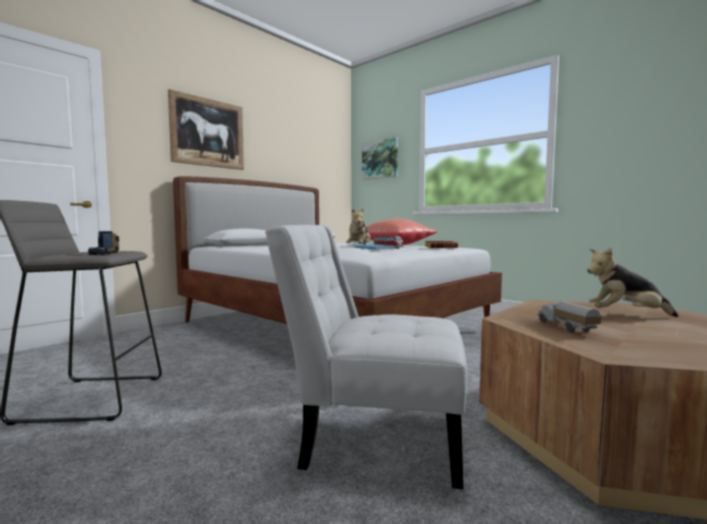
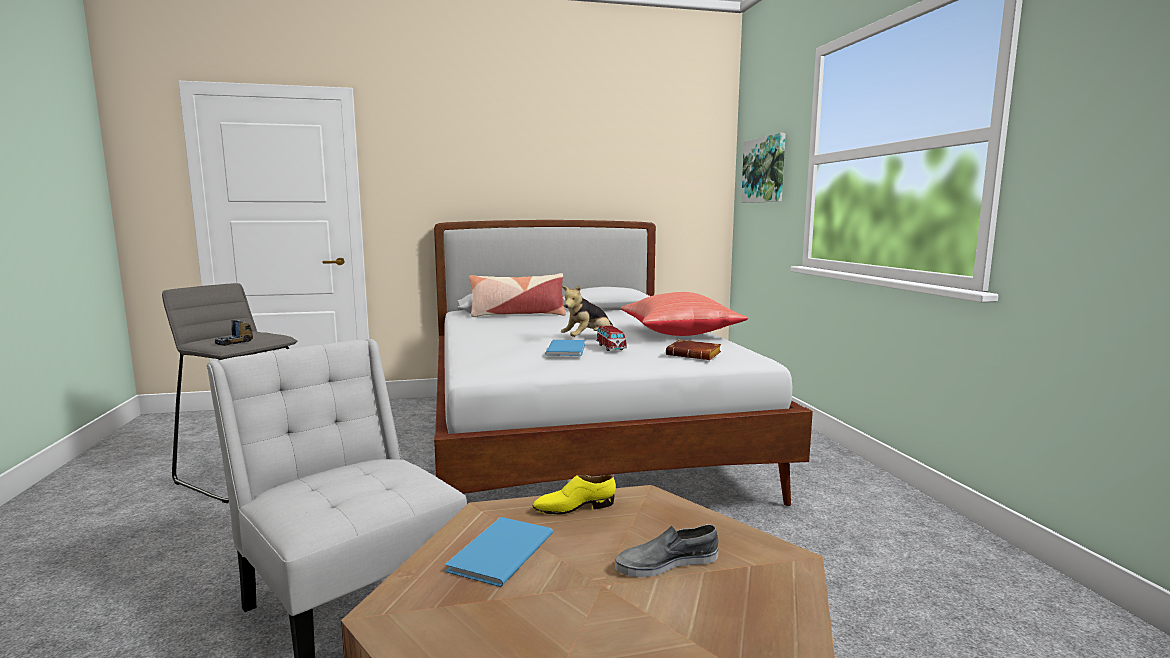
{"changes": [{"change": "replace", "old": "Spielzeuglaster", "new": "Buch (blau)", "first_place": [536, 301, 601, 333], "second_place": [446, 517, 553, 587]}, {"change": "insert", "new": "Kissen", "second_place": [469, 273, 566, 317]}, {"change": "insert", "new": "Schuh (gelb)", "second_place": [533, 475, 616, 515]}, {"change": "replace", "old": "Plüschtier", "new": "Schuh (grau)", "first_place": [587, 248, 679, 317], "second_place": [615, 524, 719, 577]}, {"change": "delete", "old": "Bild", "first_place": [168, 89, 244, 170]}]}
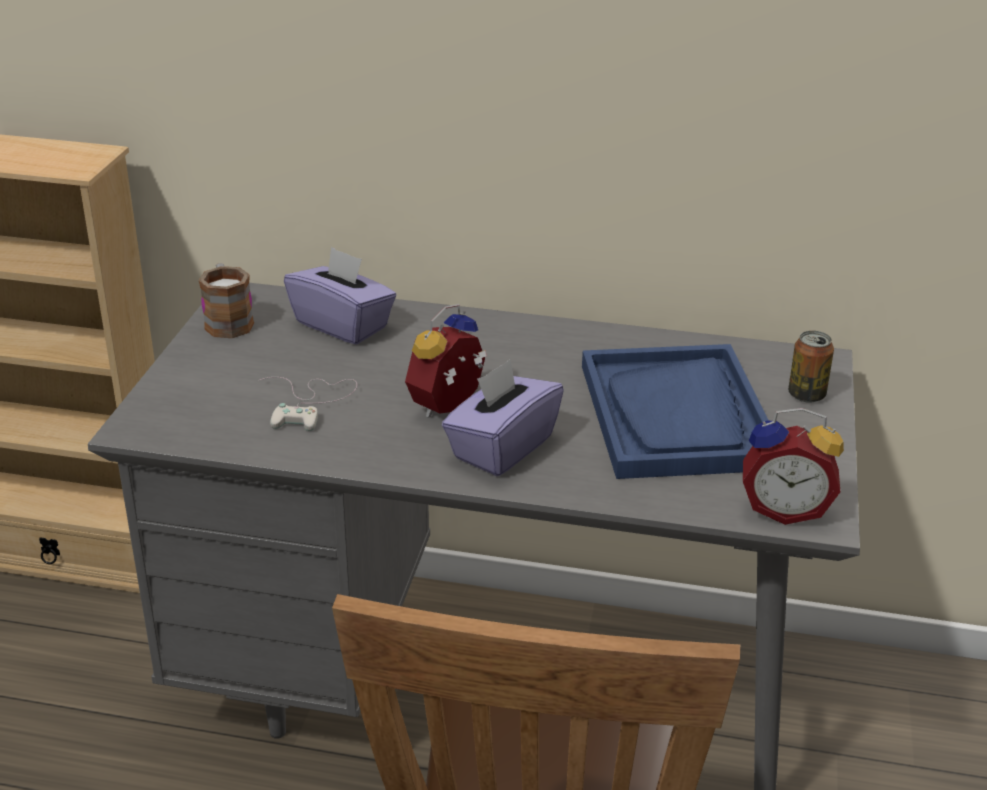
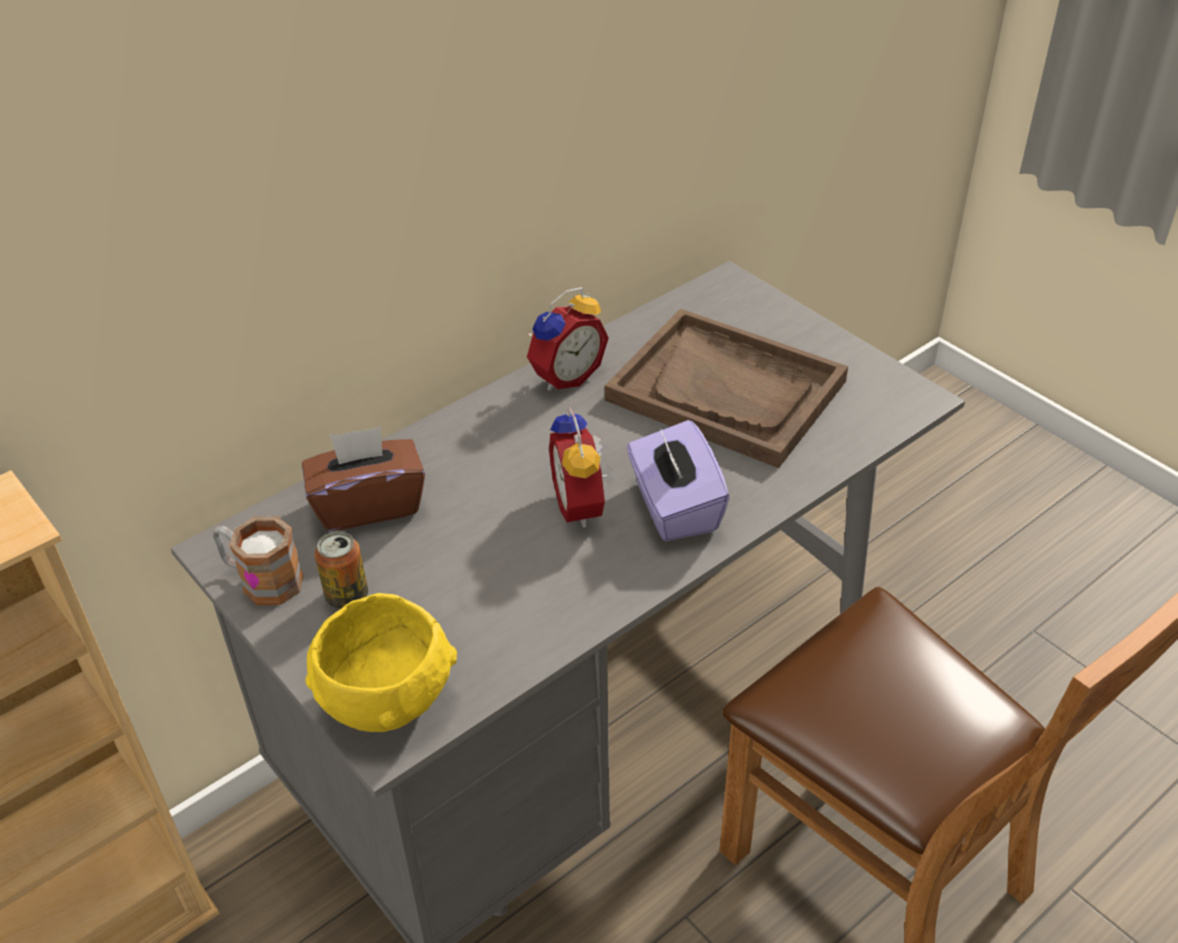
{"changes": [{"change": "recolor", "old": "Taschentuchbox (lila)", "new": "Taschentuchbox (braun)", "first_place": [284, 247, 396, 345], "second_place": [302, 427, 425, 531]}, {"change": "insert", "new": "Schüssel (gelb)", "second_place": [305, 593, 457, 732]}, {"change": "move", "old": "Dose", "first_place": [788, 331, 834, 403], "second_place": [315, 531, 368, 609]}, {"change": "move", "old": "Wecker", "first_place": [743, 408, 844, 525], "second_place": [527, 287, 609, 391]}, {"change": "recolor", "old": "Tablett (blau)", "new": "Tablett (braun)", "first_place": [582, 344, 769, 479], "second_place": [605, 309, 848, 468]}, {"change": "delete", "old": "Gamepad (weiß)", "first_place": [260, 377, 357, 431]}]}
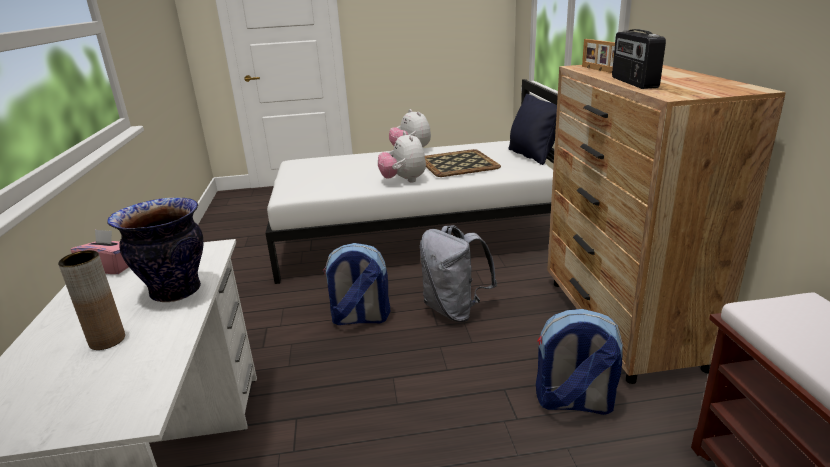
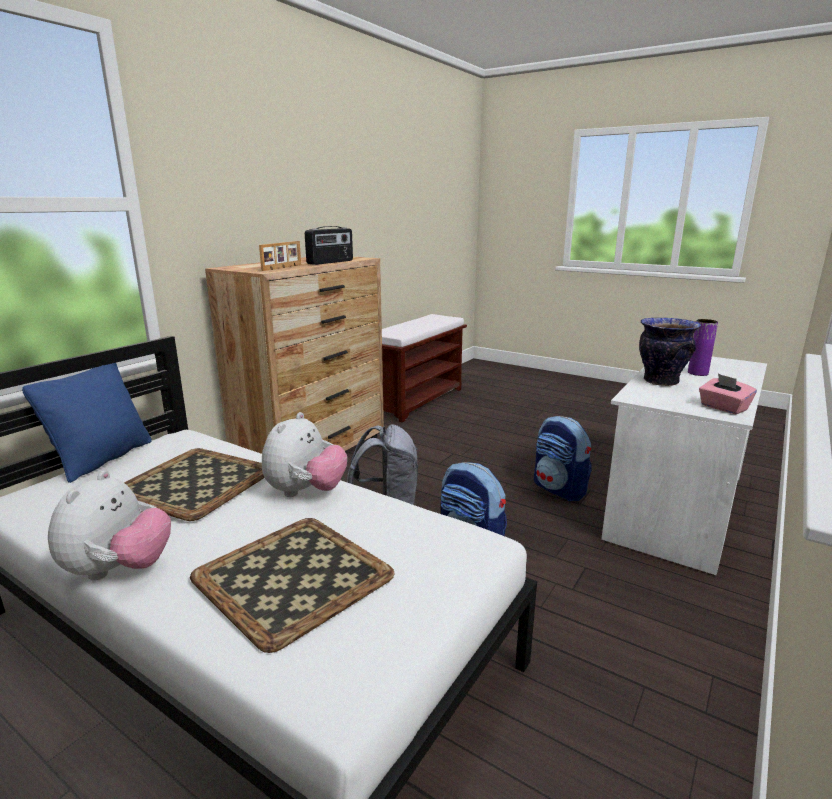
{"changes": [{"change": "recolor", "old": "Kissen (schwarz)", "new": "Kissen (blau)", "first_place": [508, 94, 557, 165], "second_place": [22, 363, 152, 483]}, {"change": "insert", "new": "Tablett", "second_place": [190, 518, 395, 653]}, {"change": "move", "old": "Rucksack", "first_place": [536, 309, 623, 415], "second_place": [534, 416, 592, 501]}, {"change": "recolor", "old": "Vase (braun)", "new": "Vase (lila)", "first_place": [58, 250, 125, 350], "second_place": [688, 319, 718, 376]}]}
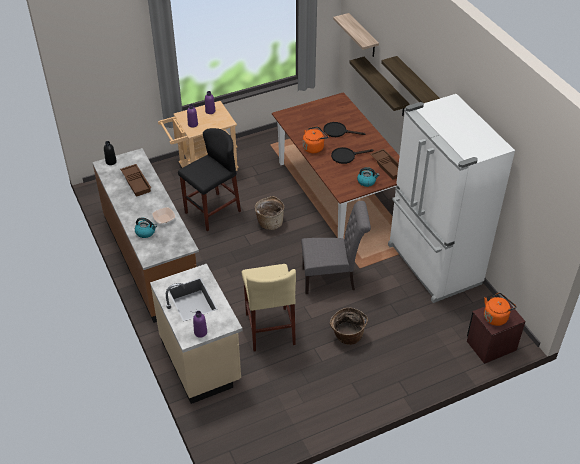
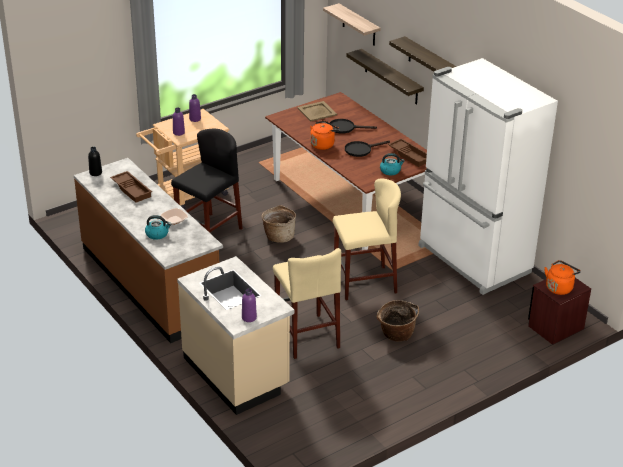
{"changes": [{"change": "insert", "new": "Tablett (beige)", "second_place": [297, 101, 337, 121]}, {"change": "replace", "old": "Stuhl (grau)", "new": "Hocker (beige)", "first_place": [301, 201, 371, 294], "second_place": [333, 178, 401, 300]}]}
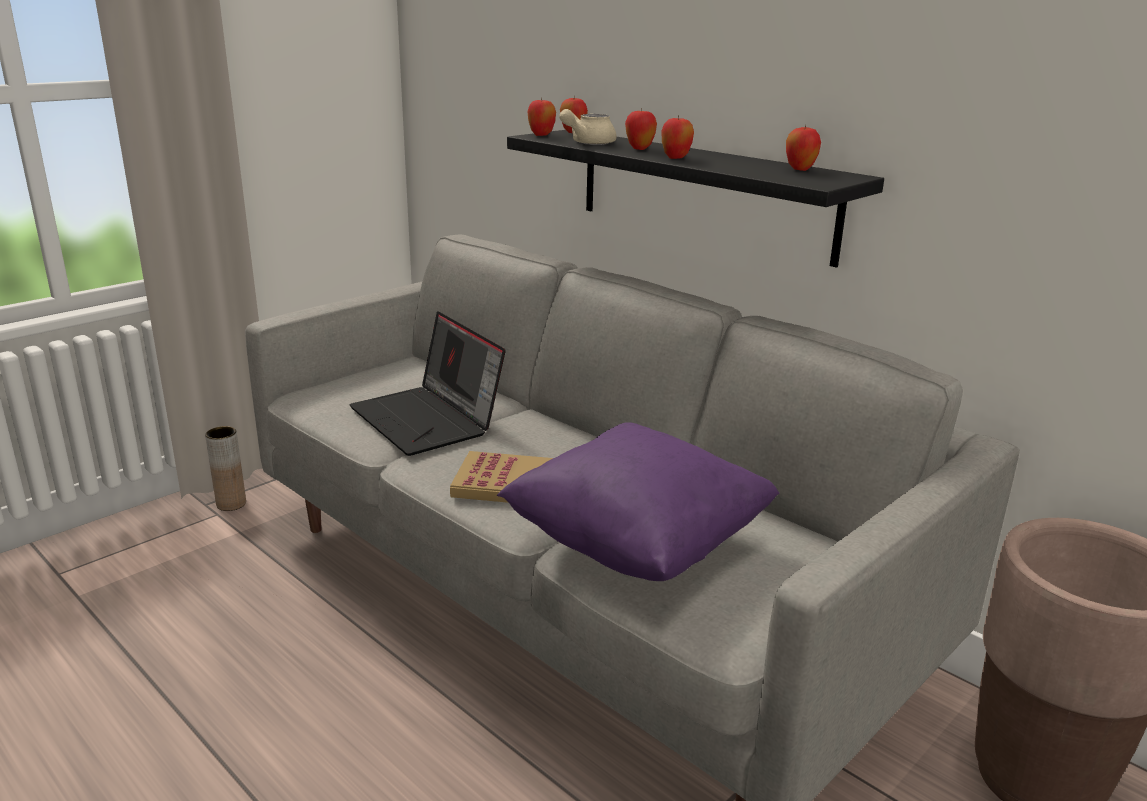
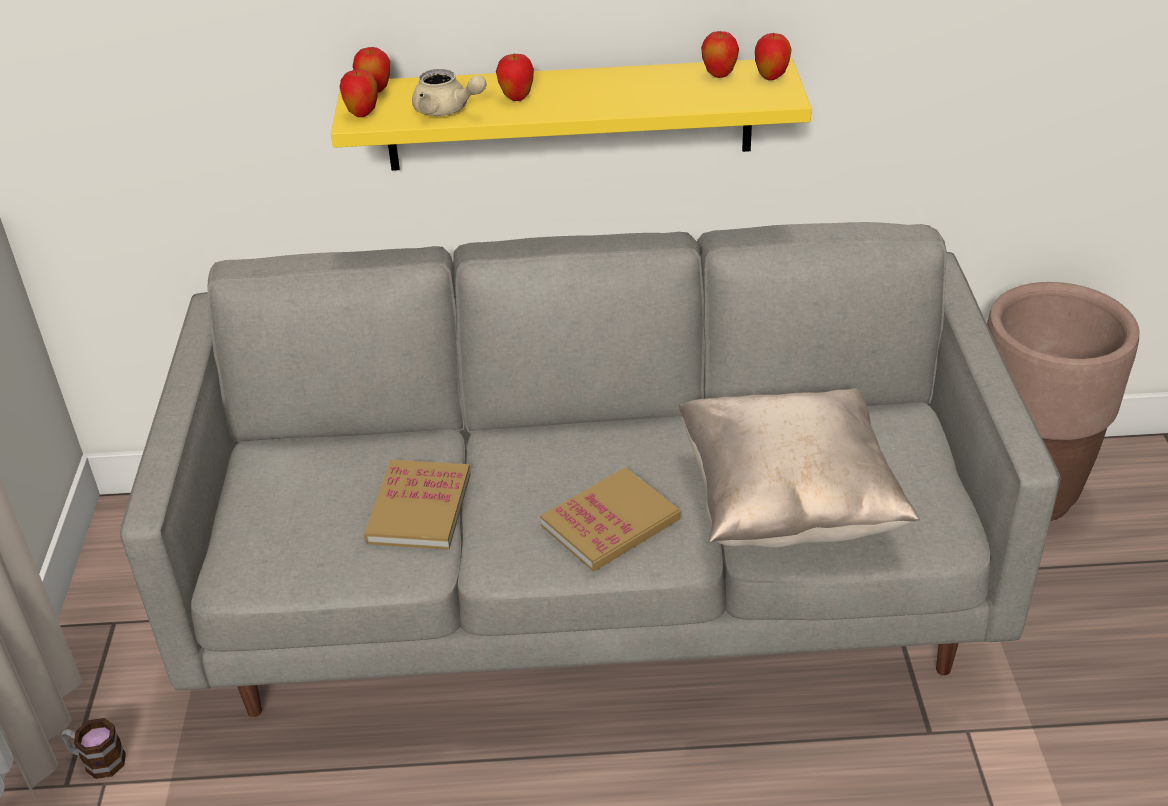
{"changes": [{"change": "replace", "old": "Vase (braun)", "new": "Henkelbecher", "first_place": [205, 426, 246, 511], "second_place": [61, 718, 126, 779]}, {"change": "recolor", "old": "Wandregal (schwarz)", "new": "Wandregal (gelb)", "first_place": [507, 130, 884, 268], "second_place": [331, 58, 812, 171]}, {"change": "replace", "old": "Laptop", "new": "Buch", "first_place": [350, 311, 506, 456], "second_place": [364, 460, 471, 550]}, {"change": "rotate", "old": "Teekanne (beige)", "first_place": [559, 109, 617, 145], "second_place": [412, 69, 486, 116], "degrees": -60}, {"change": "recolor", "old": "Kissen (lila)", "new": "Kissen (beige)", "first_place": [497, 422, 779, 581], "second_place": [679, 389, 920, 547]}, {"change": "move", "old": "Apfel", "first_place": [661, 115, 694, 159], "second_place": [755, 33, 791, 80]}]}
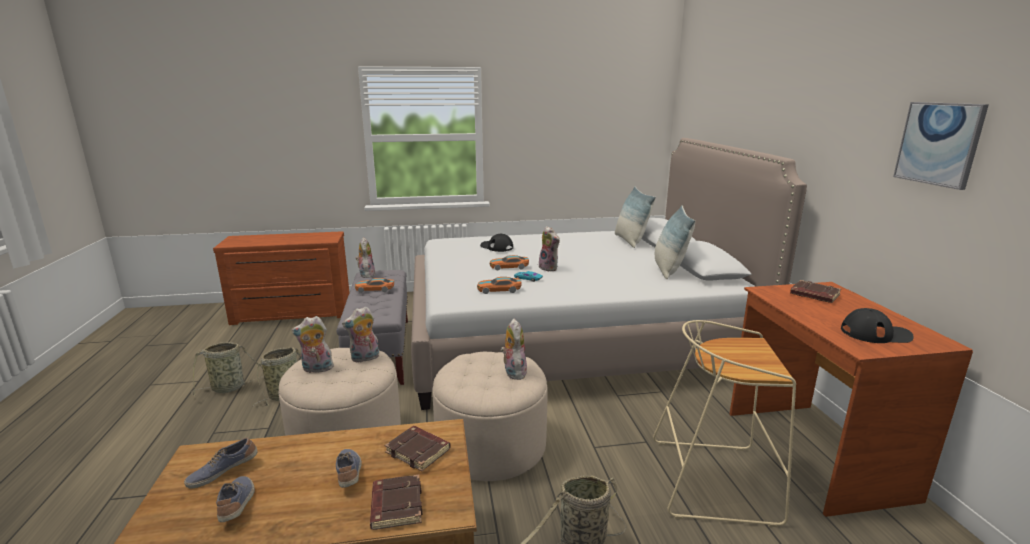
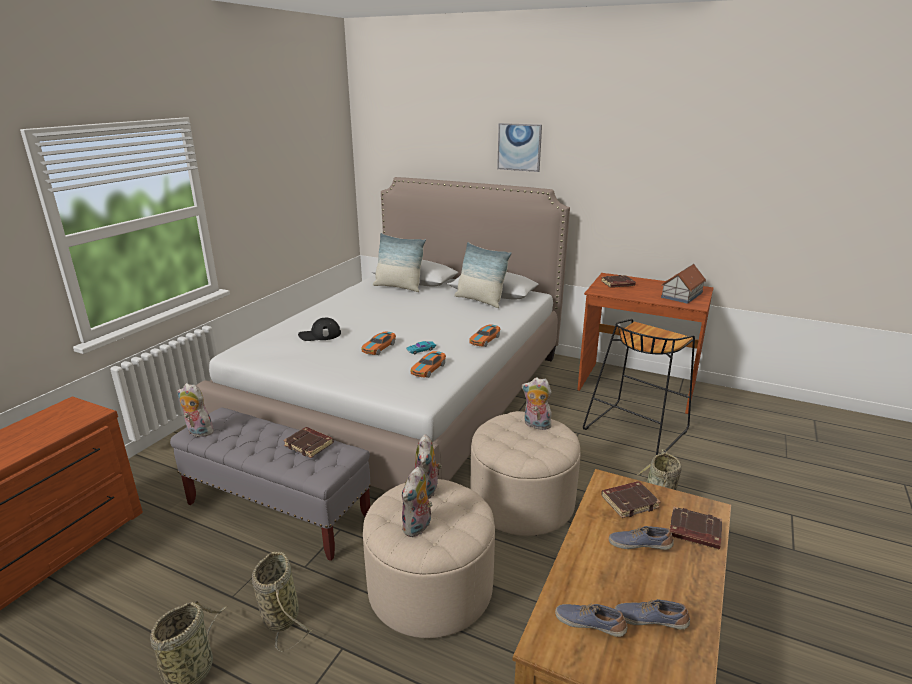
{"changes": [{"change": "insert", "new": "Buch (braun)", "second_place": [283, 427, 334, 458]}, {"change": "move", "old": "Spielzeugauto", "first_place": [355, 278, 394, 293], "second_place": [469, 325, 500, 347]}, {"change": "move", "old": "Bild", "first_place": [893, 102, 989, 190], "second_place": [497, 123, 542, 172]}, {"change": "rotate", "old": "Schuh", "first_place": [184, 437, 258, 488], "second_place": [555, 603, 628, 637], "degrees": 120}, {"change": "recolor", "old": "Hocker (beige)", "new": "Hocker (schwarz)", "first_place": [653, 320, 796, 527], "second_place": [583, 319, 695, 455]}, {"change": "replace", "old": "Kappe (schwarz)", "new": "Spielzeughaus", "first_place": [841, 308, 914, 343], "second_place": [661, 264, 706, 304]}, {"change": "delete", "old": "Plüschtier", "first_place": [539, 226, 560, 271]}]}
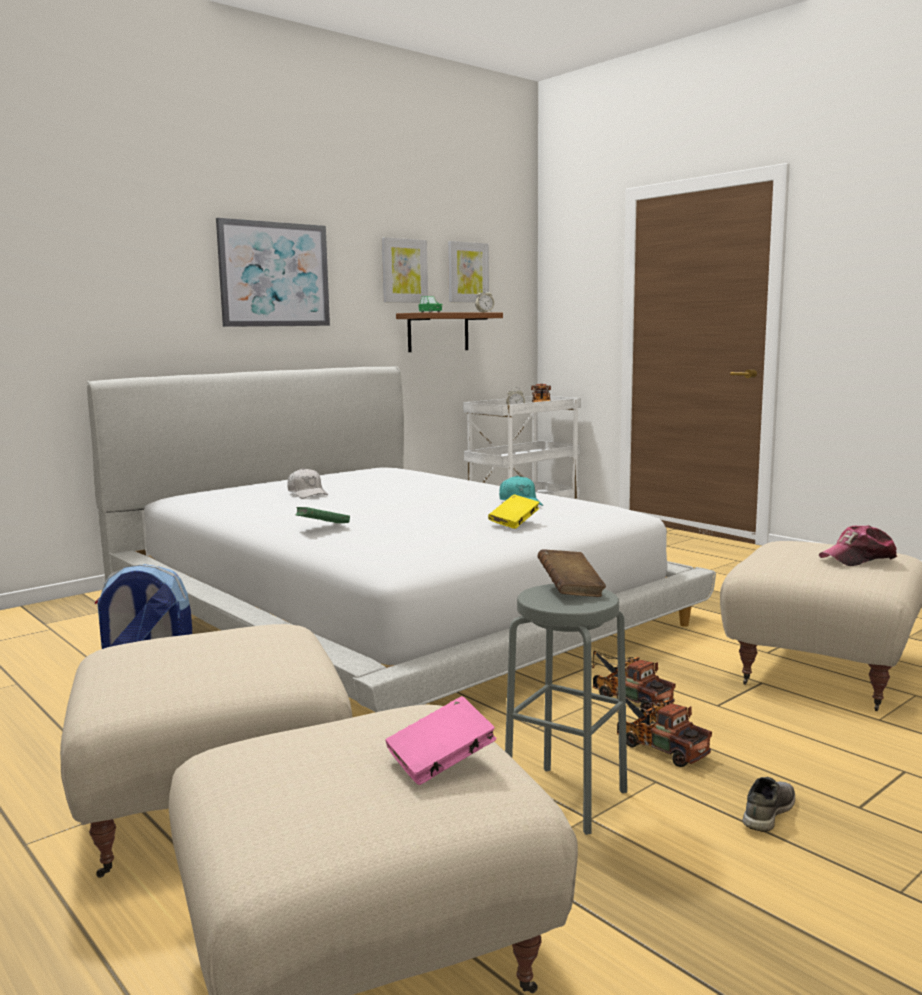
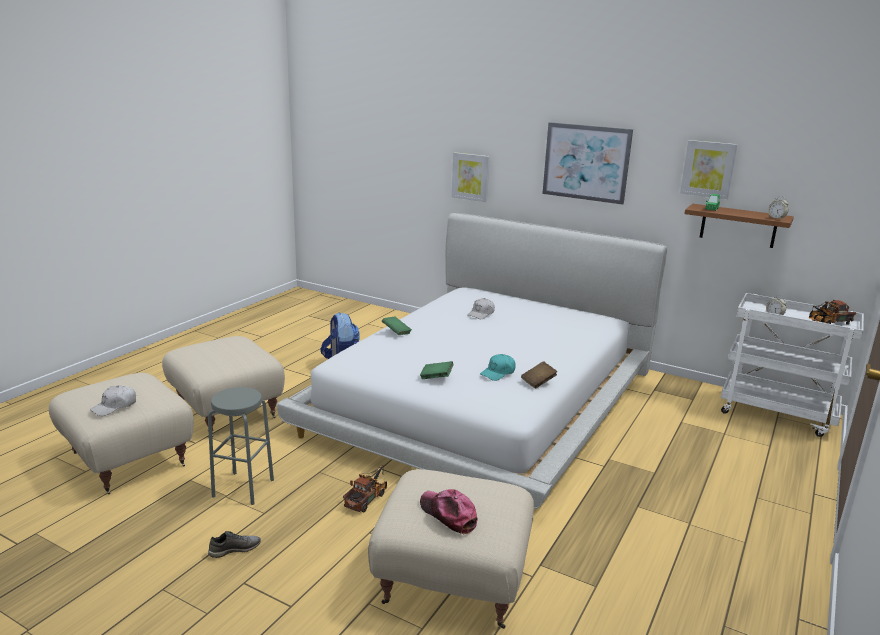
{"changes": [{"change": "replace", "old": "Buch (rosa)", "new": "Kappe (weiß)", "first_place": [385, 696, 496, 785], "second_place": [90, 385, 136, 416]}, {"change": "rotate", "old": "Schuh (grau)", "first_place": [742, 777, 795, 832], "second_place": [208, 531, 261, 558], "degrees": -45}, {"change": "recolor", "old": "Buch (gelb)", "new": "Buch (grün)", "first_place": [488, 494, 540, 529], "second_place": [420, 361, 454, 379]}, {"change": "move", "old": "Bild", "first_place": [448, 241, 489, 302], "second_place": [452, 152, 490, 202]}, {"change": "move", "old": "Buch (braun)", "first_place": [537, 549, 606, 597], "second_place": [521, 361, 557, 389]}, {"change": "delete", "old": "Spielzeuglaster", "first_place": [617, 693, 712, 767]}]}
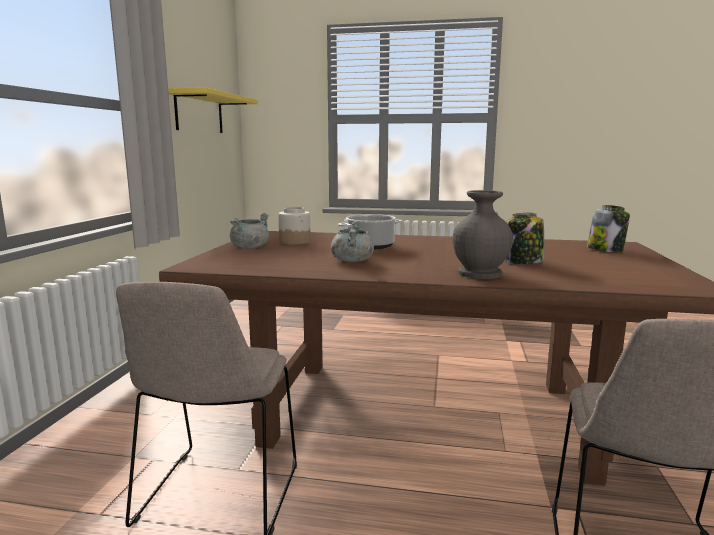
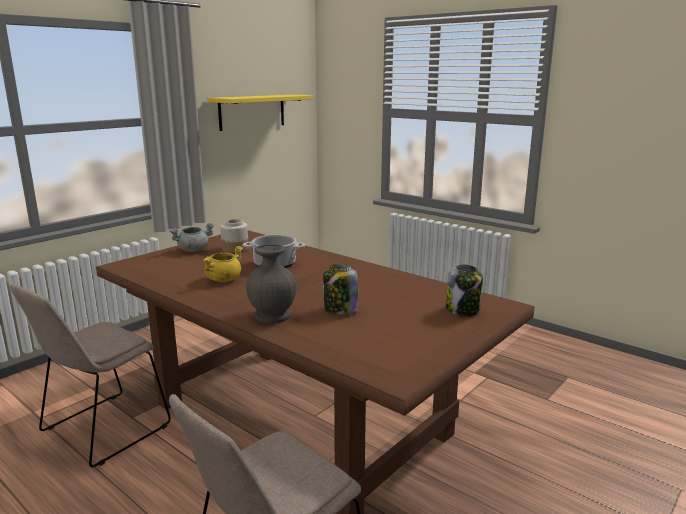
{"changes": [{"change": "recolor", "old": "Kochtopf (grau)", "new": "Kochtopf (gelb)", "first_place": [331, 221, 374, 262], "second_place": [202, 246, 243, 282]}]}
